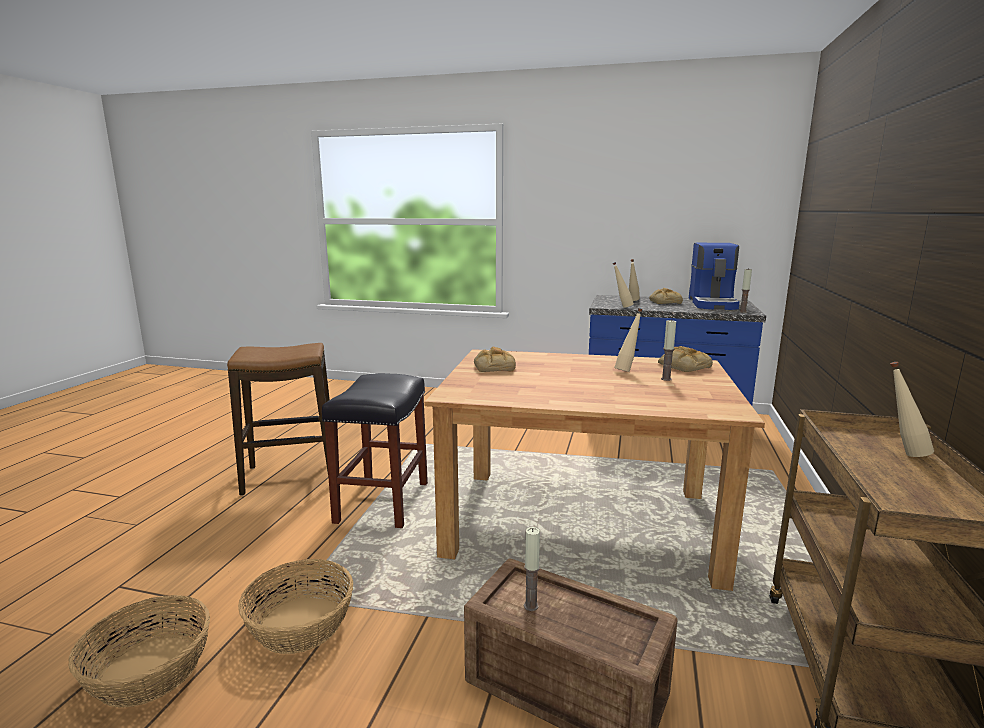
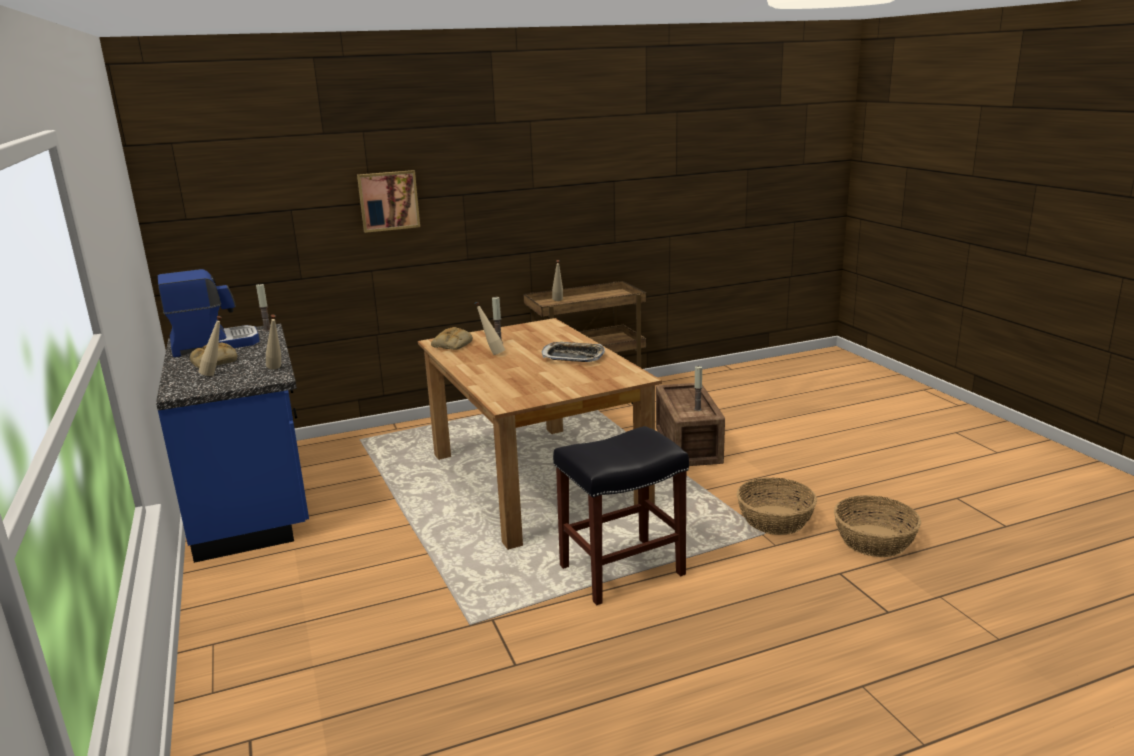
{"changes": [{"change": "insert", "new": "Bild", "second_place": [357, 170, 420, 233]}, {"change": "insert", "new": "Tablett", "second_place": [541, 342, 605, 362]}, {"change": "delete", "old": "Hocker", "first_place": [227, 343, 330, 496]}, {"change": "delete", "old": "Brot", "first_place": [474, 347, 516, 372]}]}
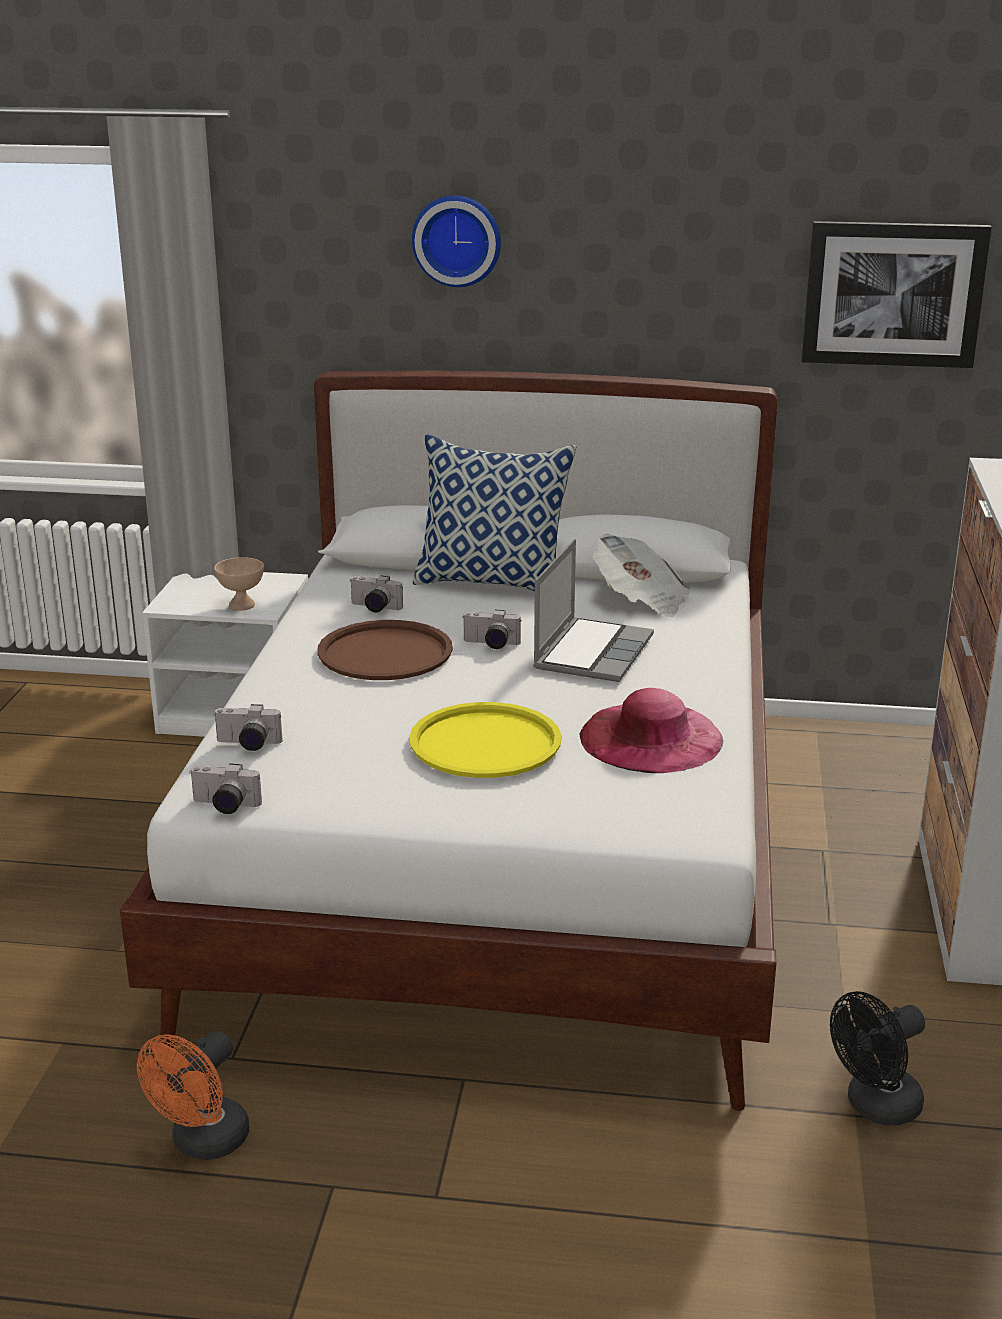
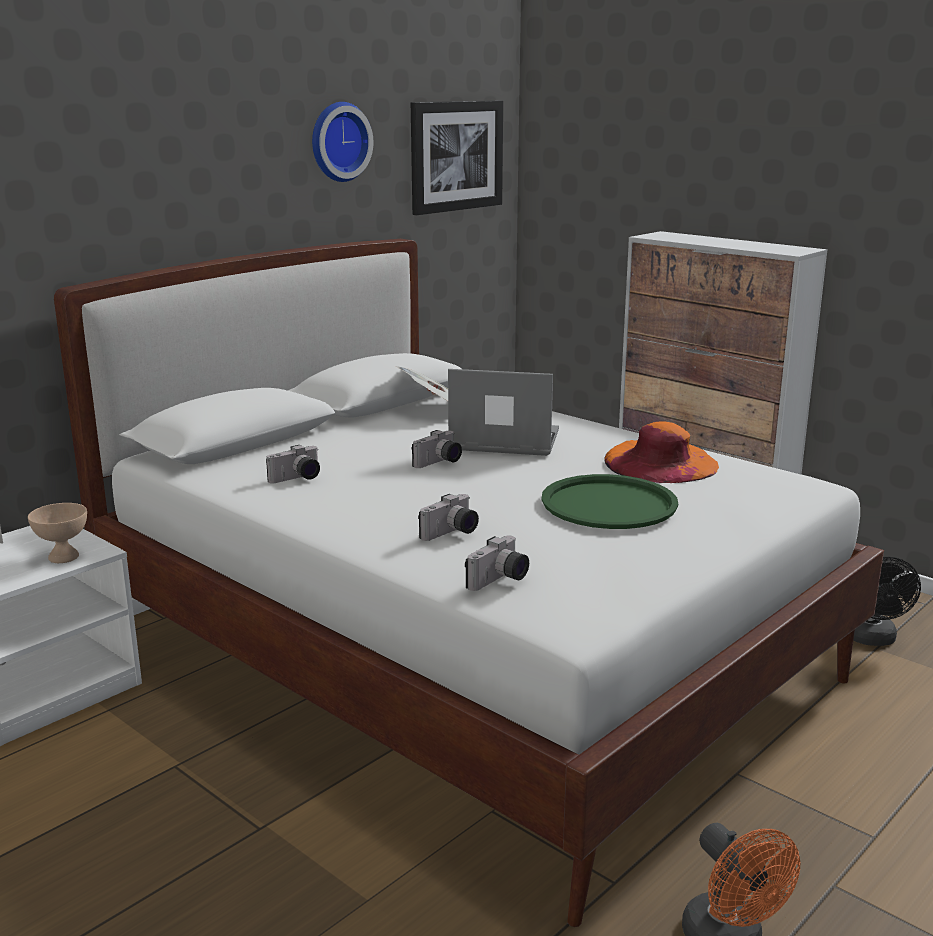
{"changes": [{"change": "move", "old": "Wanduhr", "first_place": [412, 195, 501, 287], "second_place": [312, 102, 373, 182]}, {"change": "move", "old": "Kamera", "first_place": [189, 763, 262, 814], "second_place": [418, 494, 479, 541]}, {"change": "rotate", "old": "Laptop", "first_place": [533, 539, 654, 682], "second_place": [448, 369, 559, 456], "degrees": -45}, {"change": "recolor", "old": "Tablett (gelb)", "new": "Tablett (grün)", "first_place": [409, 702, 562, 778], "second_place": [542, 474, 678, 529]}, {"change": "recolor", "old": "Hut (rosa)", "new": "Hut (orange)", "first_place": [580, 688, 723, 773], "second_place": [604, 421, 719, 483]}, {"change": "delete", "old": "Tablett (braun)", "first_place": [317, 620, 453, 680]}, {"change": "delete", "old": "Kissen", "first_place": [413, 434, 576, 592]}]}
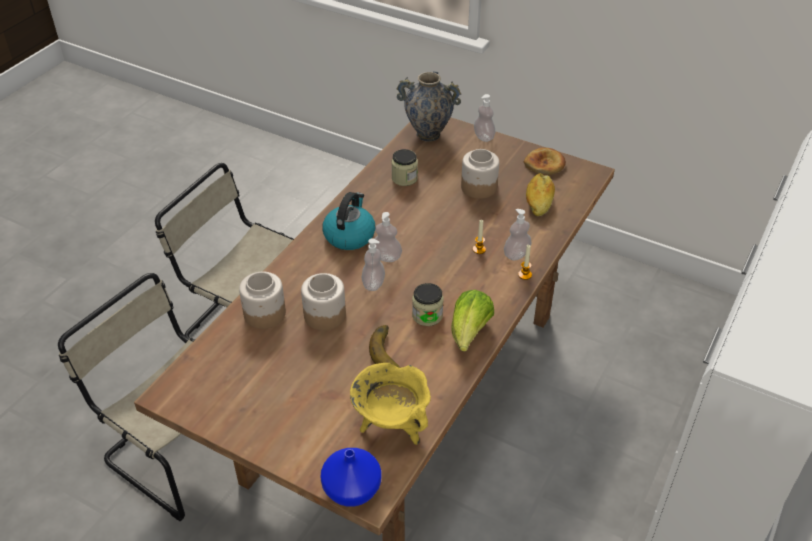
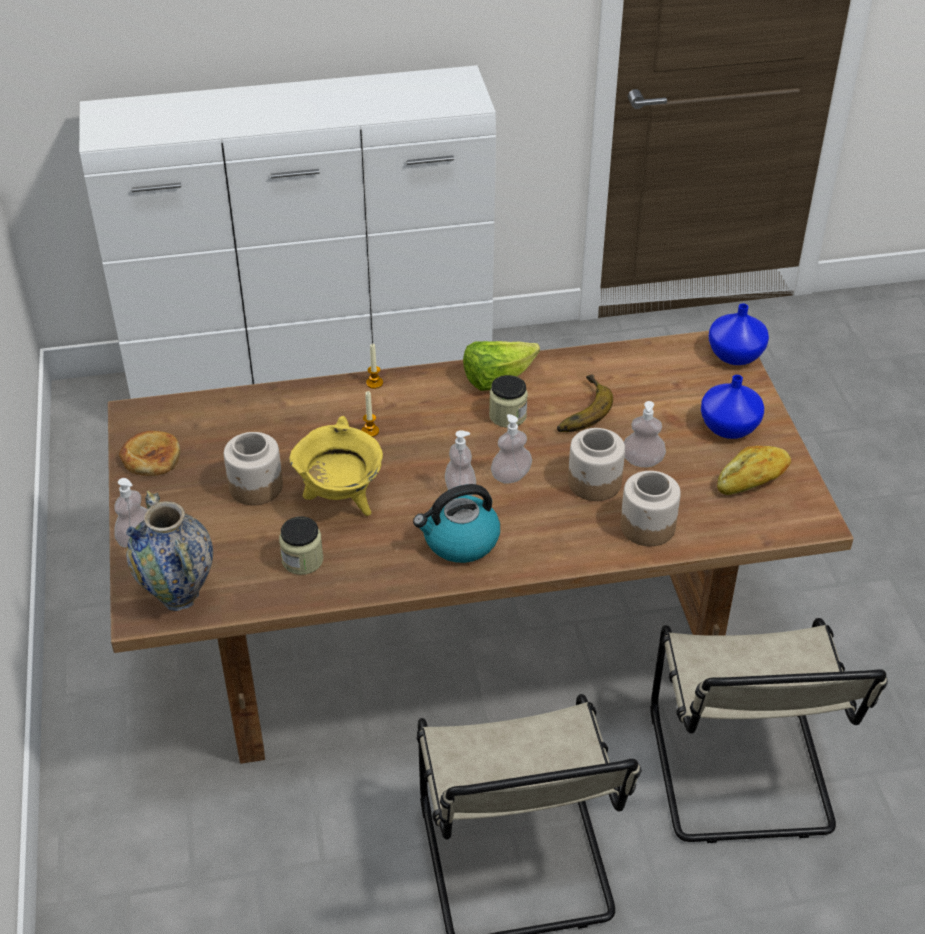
{"changes": [{"change": "move", "old": "Kochtopf (gelb)", "first_place": [350, 363, 431, 445], "second_place": [289, 416, 383, 516]}, {"change": "move", "old": "Seifenspender", "first_place": [504, 209, 531, 260], "second_place": [624, 401, 666, 467]}, {"change": "insert", "new": "Vase (blau)", "second_place": [701, 375, 764, 439]}, {"change": "move", "old": "Brot", "first_place": [526, 173, 555, 216], "second_place": [717, 446, 791, 495]}]}
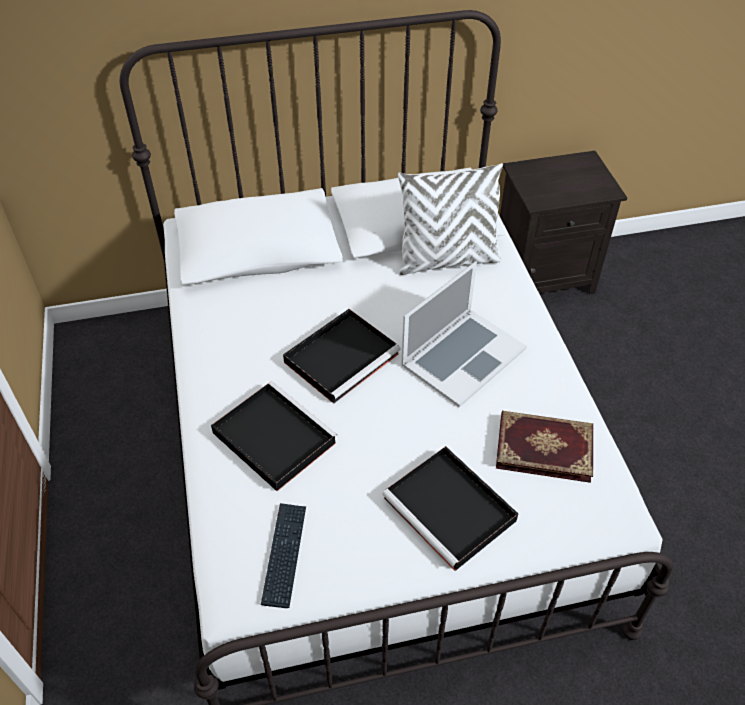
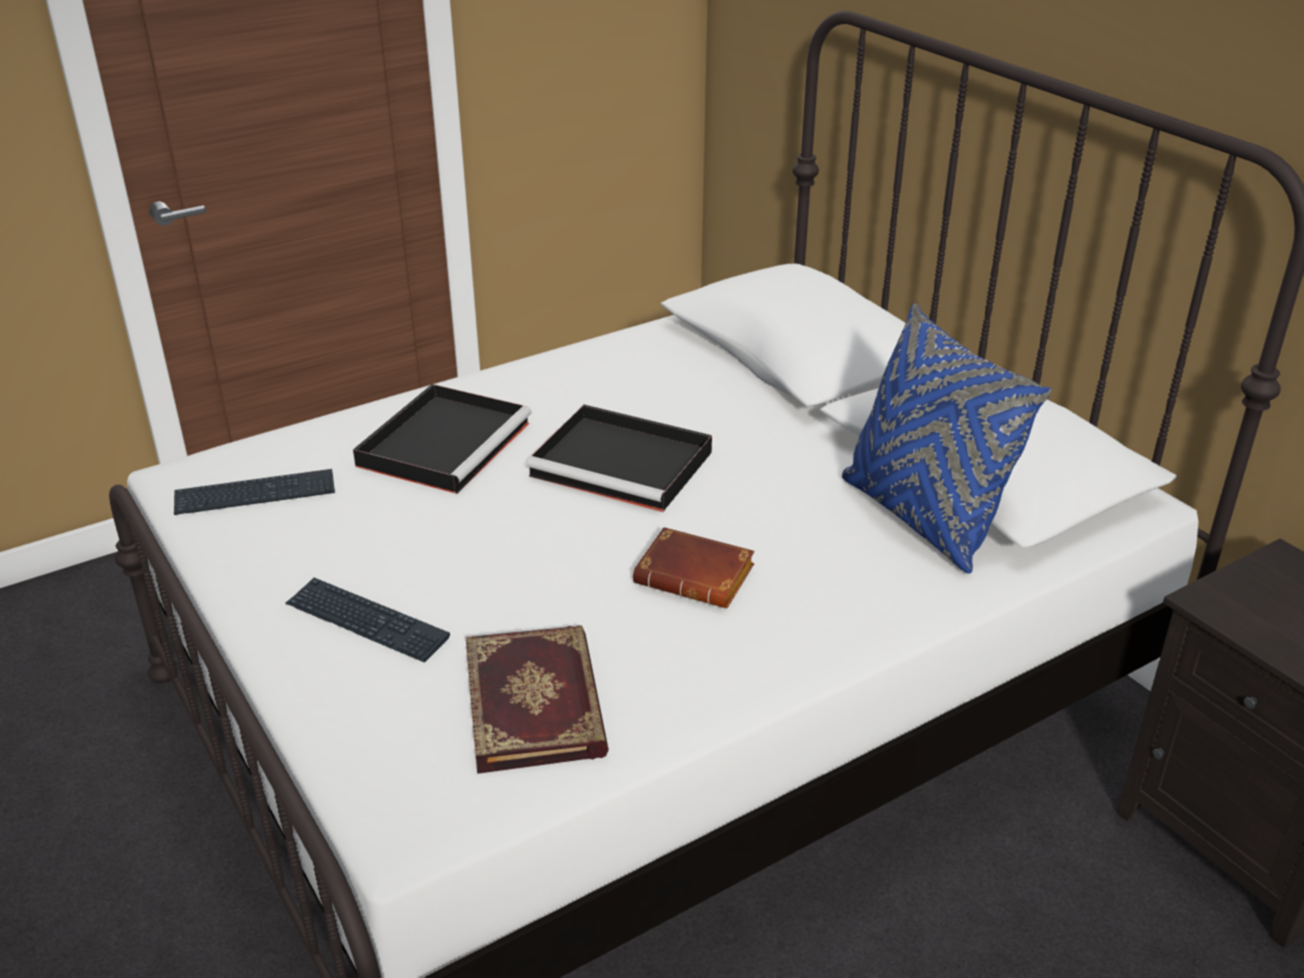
{"changes": [{"change": "replace", "old": "Tablett (schwarz)", "new": "Tastatur", "first_place": [382, 446, 518, 571], "second_place": [285, 578, 450, 662]}, {"change": "replace", "old": "Laptop", "new": "Buch (braun)", "first_place": [401, 261, 527, 407], "second_place": [633, 527, 755, 608]}, {"change": "recolor", "old": "Kissen (weiß)", "new": "Kissen (blau)", "first_place": [398, 163, 503, 275], "second_place": [842, 304, 1052, 574]}]}
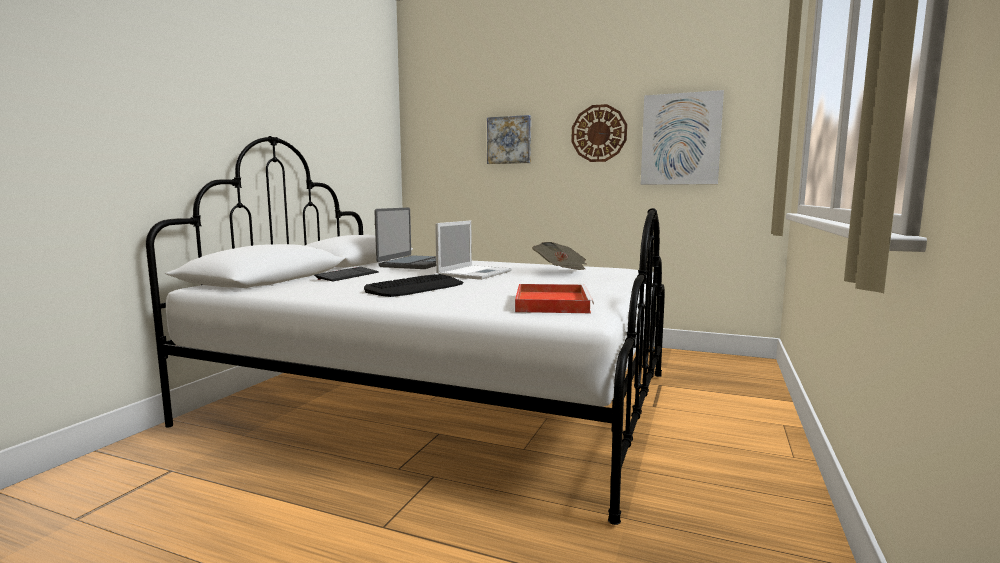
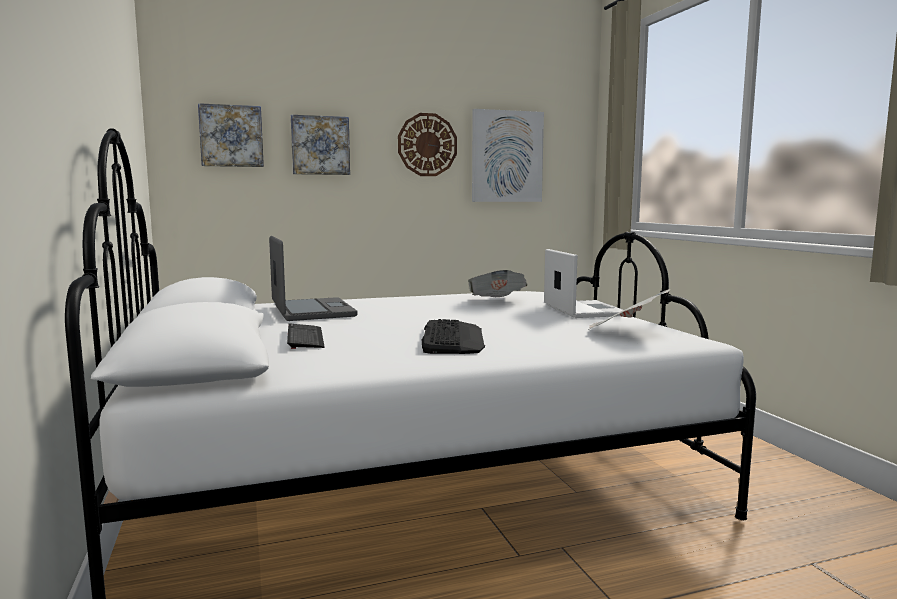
{"changes": [{"change": "insert", "new": "Bild", "second_place": [198, 103, 264, 167]}, {"change": "move", "old": "Laptop", "first_place": [435, 220, 512, 280], "second_place": [544, 249, 623, 318]}, {"change": "replace", "old": "Tablett (rot)", "new": "Zeitung", "first_place": [515, 284, 594, 313], "second_place": [588, 289, 670, 330]}]}
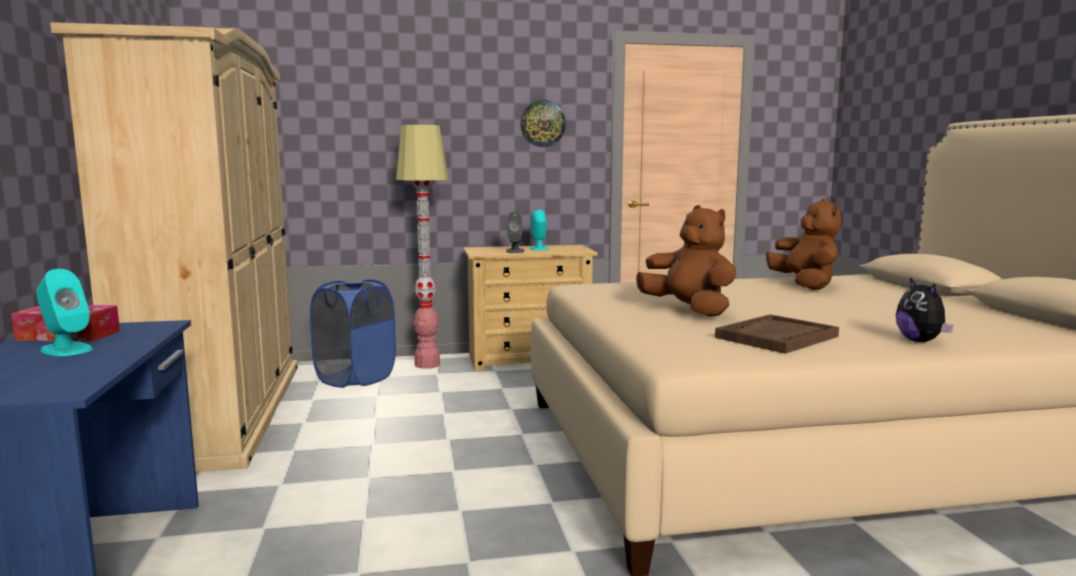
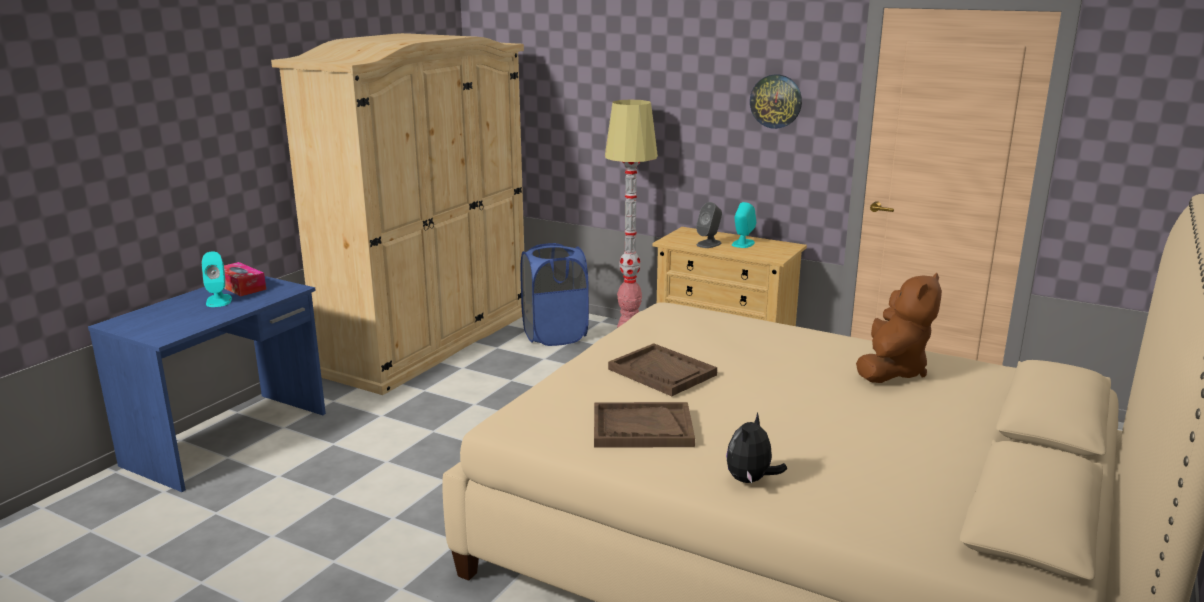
{"changes": [{"change": "replace", "old": "Plüschtier (braun)", "new": "Tablett (braun)", "first_place": [636, 205, 736, 317], "second_place": [608, 343, 717, 396]}]}
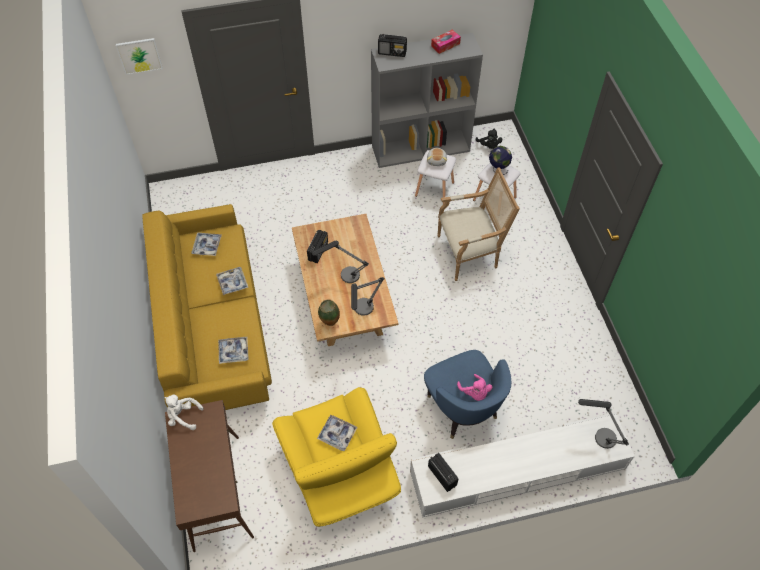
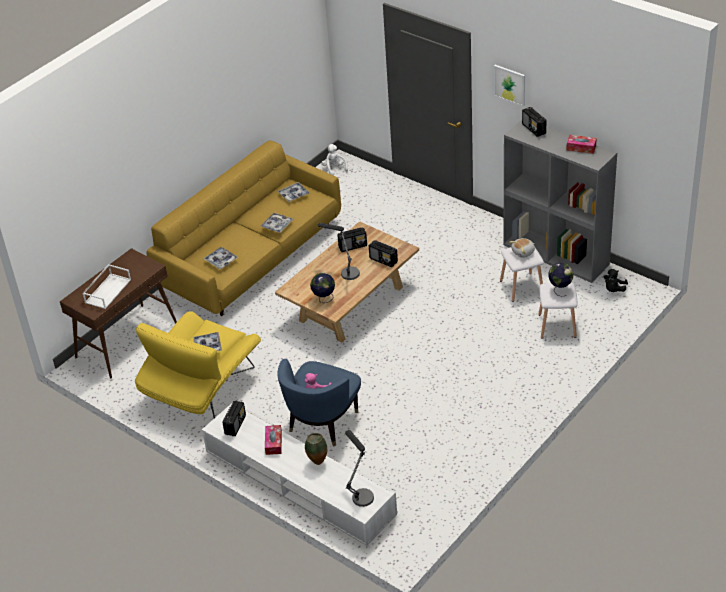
{"changes": [{"change": "insert", "new": "Tablett (weiß)", "second_place": [82, 264, 131, 309]}, {"change": "insert", "new": "Taschentuchbox", "second_place": [265, 425, 282, 455]}, {"change": "move", "old": "Vase", "first_place": [318, 299, 340, 326], "second_place": [305, 433, 327, 465]}, {"change": "replace", "old": "Tischlampe", "new": "Globus", "first_place": [351, 277, 385, 316], "second_place": [310, 273, 335, 303]}, {"change": "move", "old": "Plüschtier (weiß)", "first_place": [164, 395, 204, 430], "second_place": [321, 144, 348, 176]}, {"change": "insert", "new": "Radio", "second_place": [369, 240, 398, 267]}, {"change": "move", "old": "Bild", "first_place": [116, 38, 163, 75], "second_place": [494, 65, 525, 106]}, {"change": "delete", "old": "Sessel", "first_place": [437, 167, 520, 281]}]}
